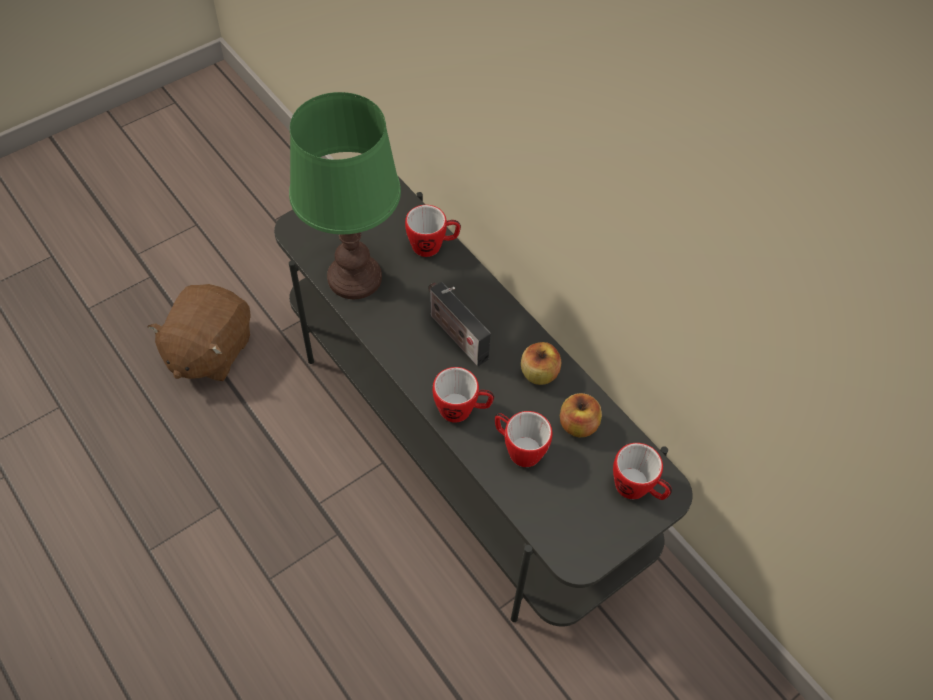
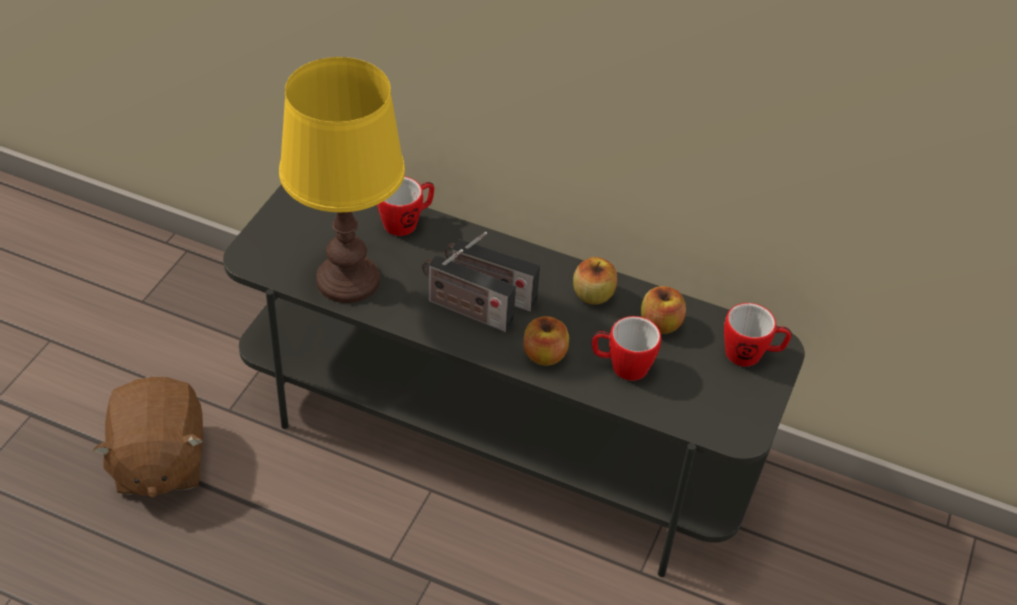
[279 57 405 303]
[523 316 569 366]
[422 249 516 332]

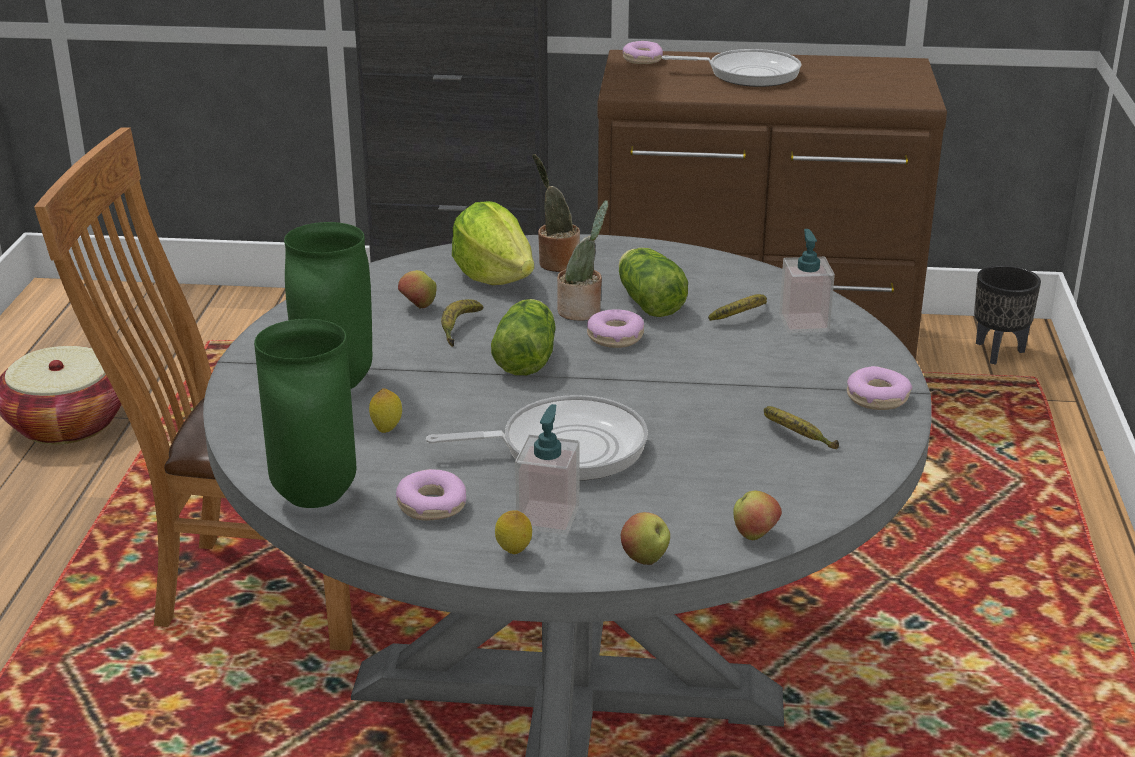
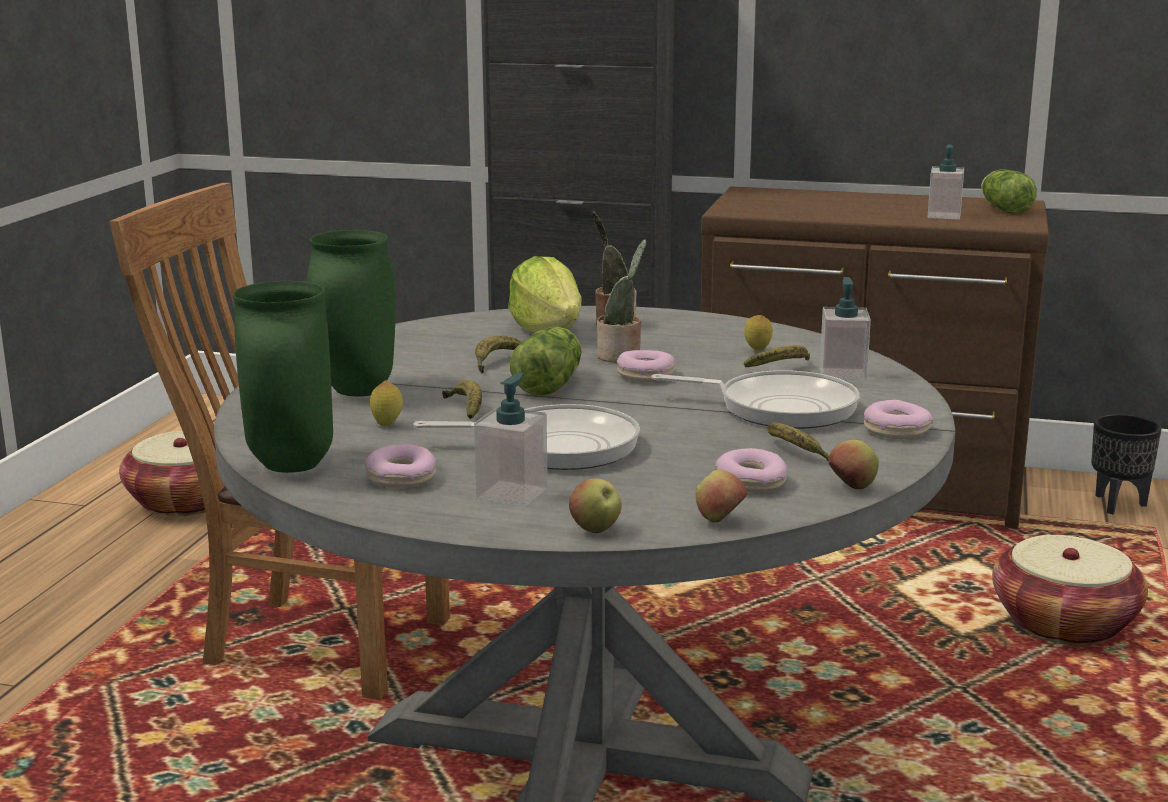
[828 440 879 489]
[744 315 773 351]
[981 169 1037 214]
[716 448 787 492]
[652 370 860 429]
[442 380 482 419]
[928 145 964 220]
[992 535 1148 645]

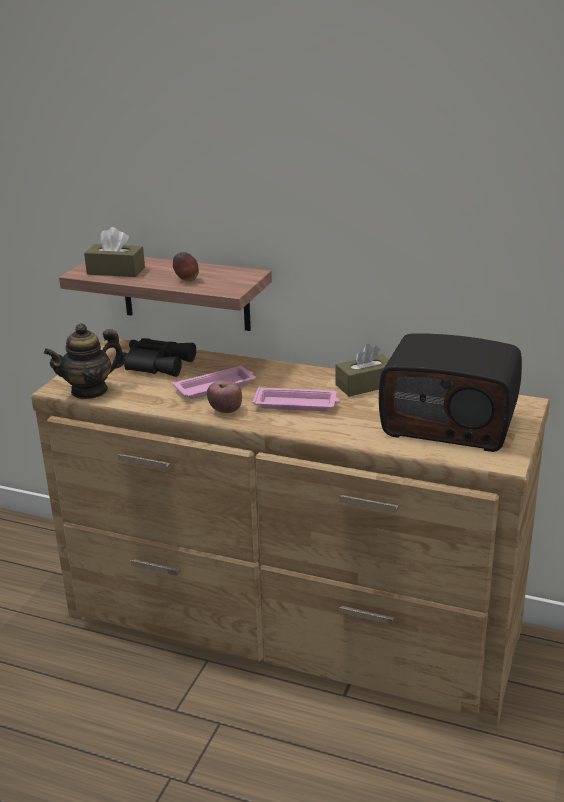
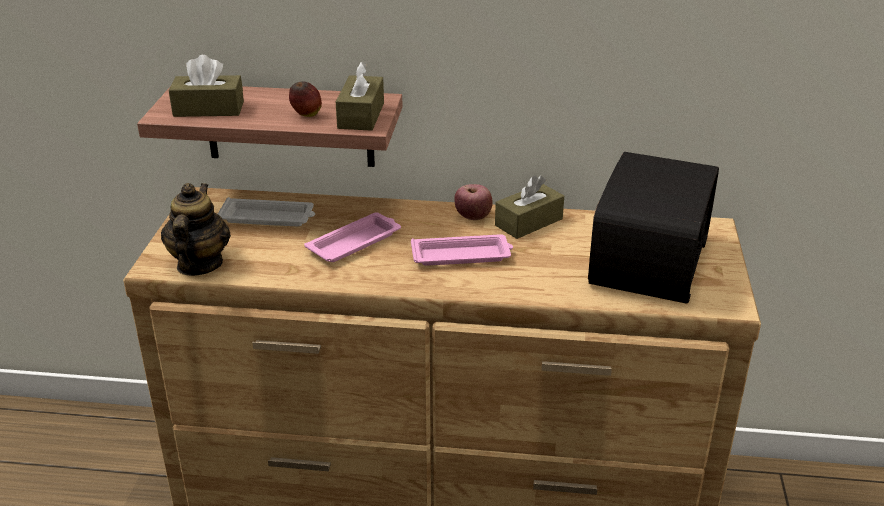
[161 183 231 276]
[218 197 315 226]
[454 184 493 220]
[588 152 719 304]
[336 62 384 131]

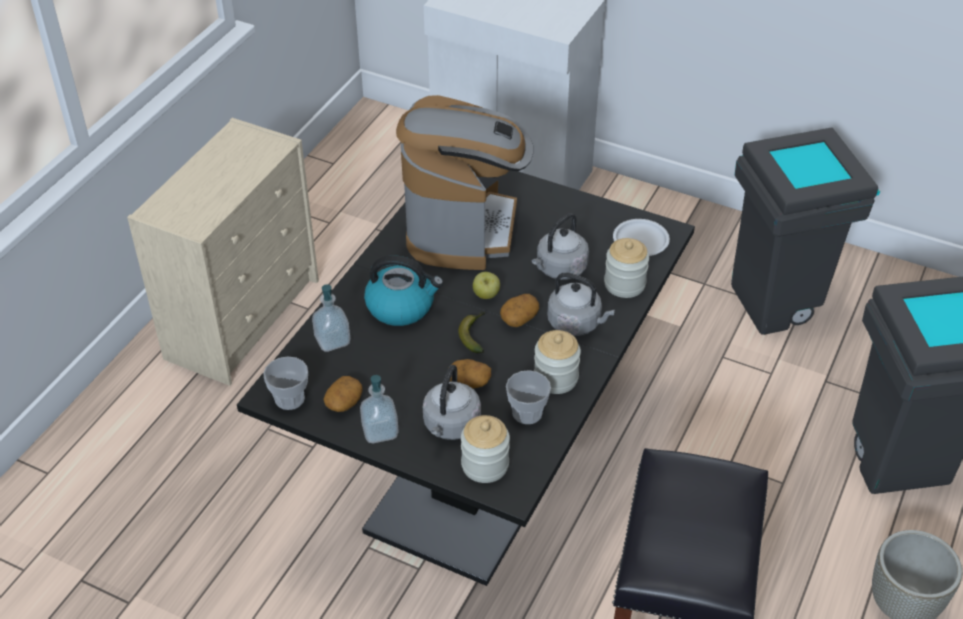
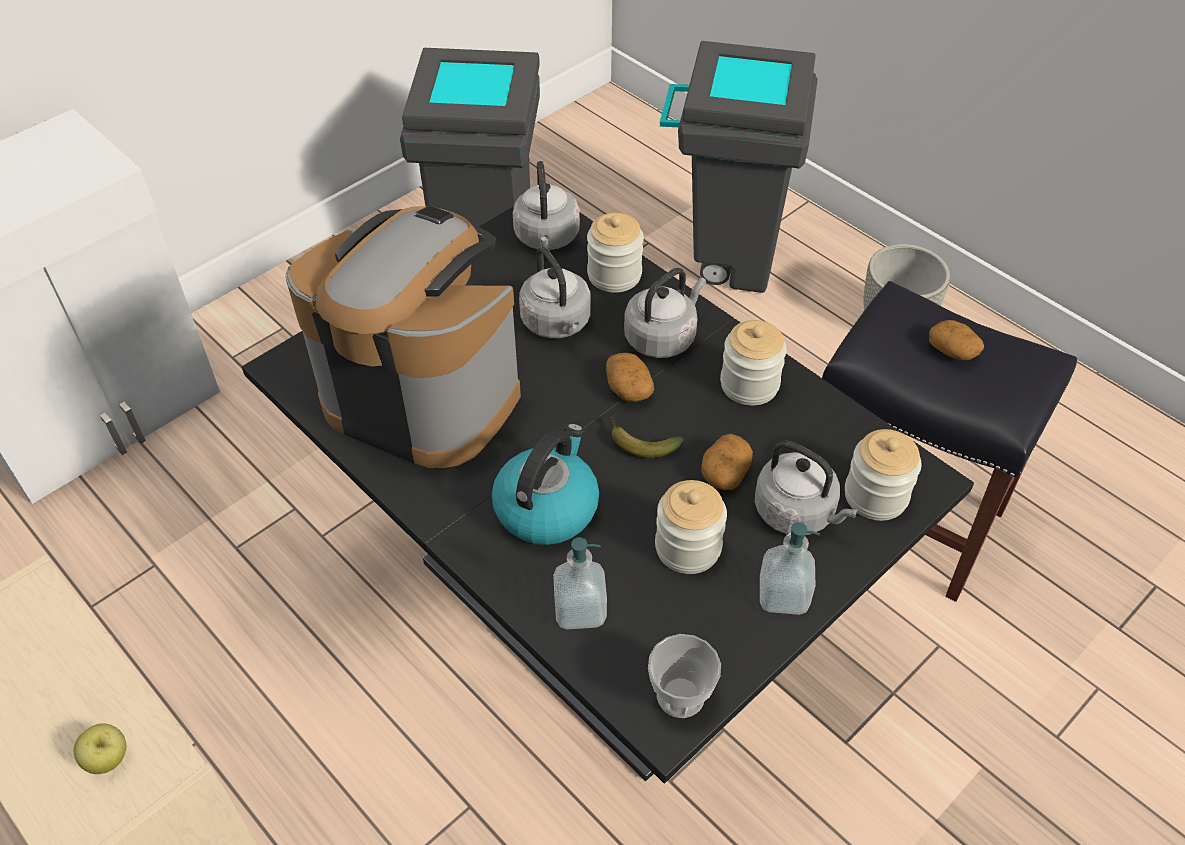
[929 320 984 360]
[74 723 126 774]
[506 370 551 424] (first image)
[513 161 580 250]
[655 480 727 574]

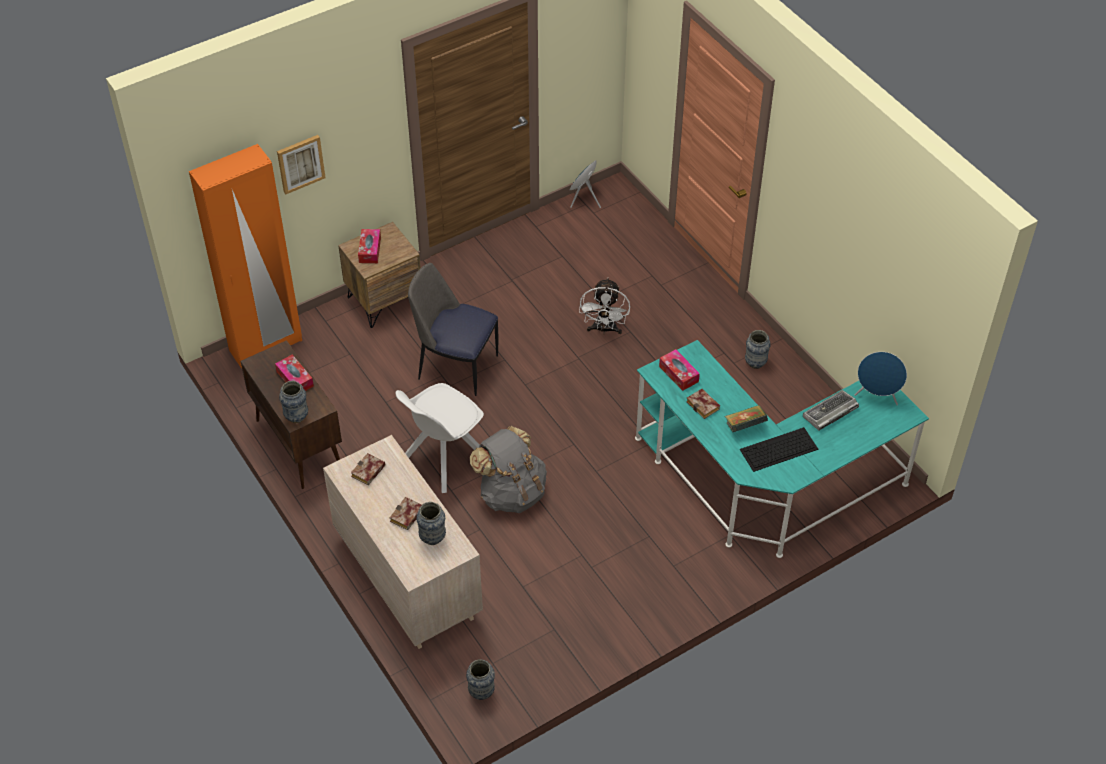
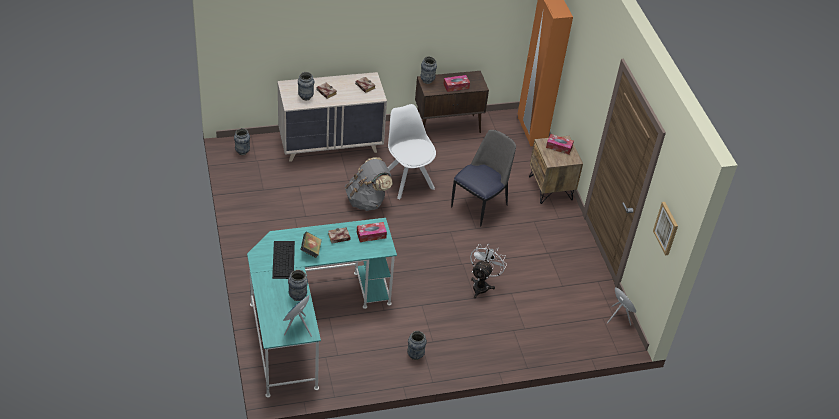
[653 202 678 255]
[470 243 507 298]
[288 270 308 301]

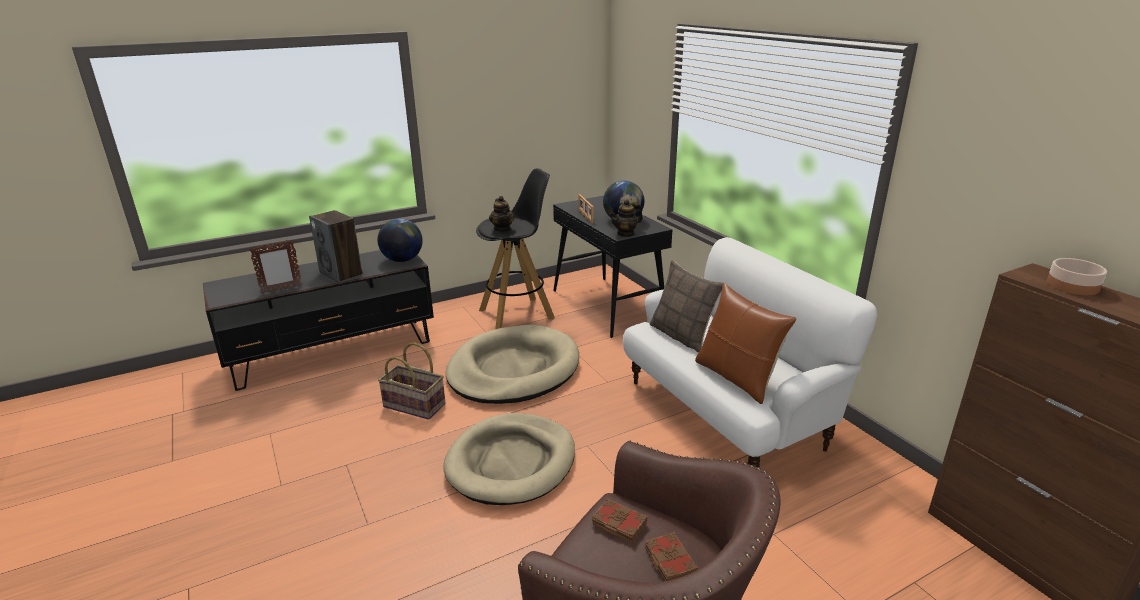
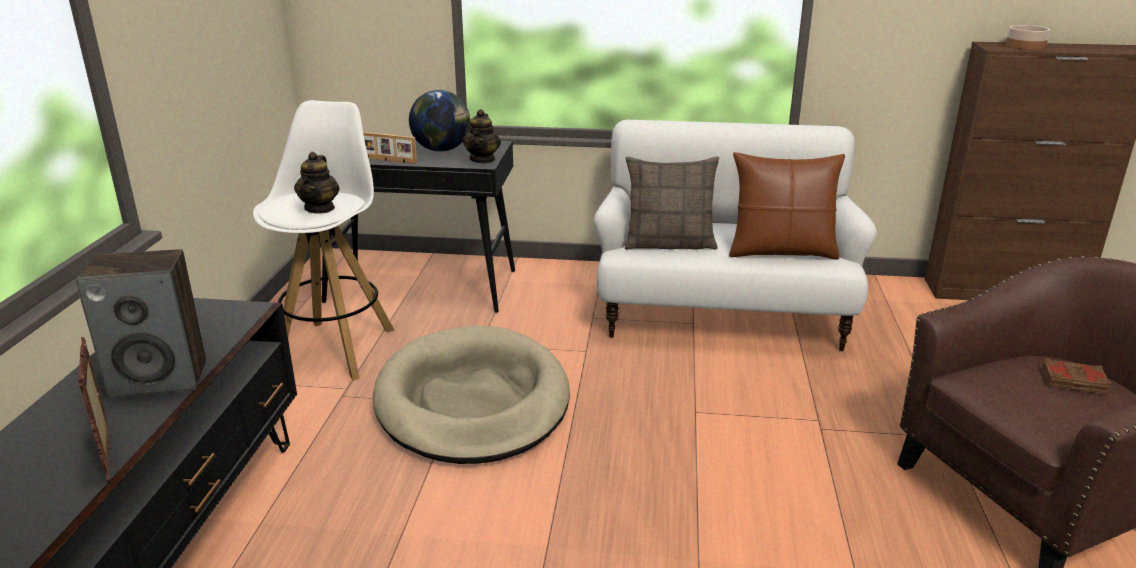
[78 337 111 482]
[378 218 423 262] (first image)
[378 342 445 420] (first image)
[443 413 575 505] (first image)
[253 100 394 381]
[294 152 339 214]
[592 498 647 543] (first image)

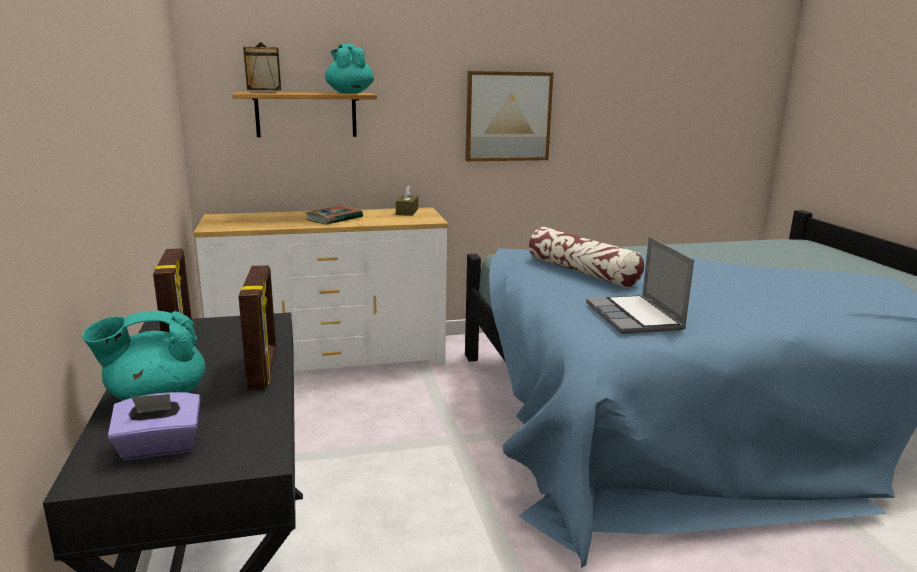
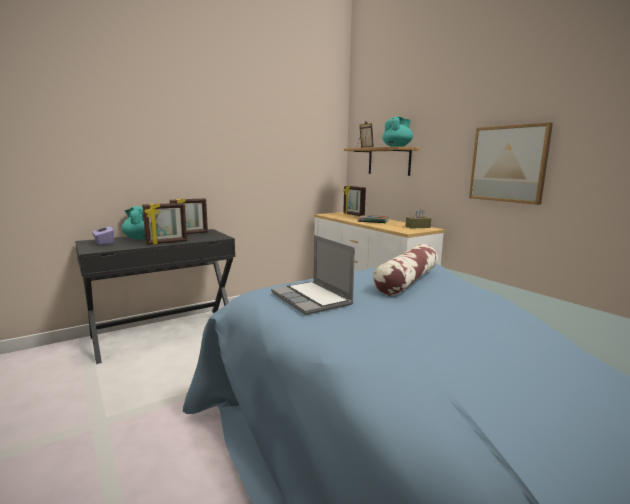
[271 235 355 315]
[343 185 366 216]

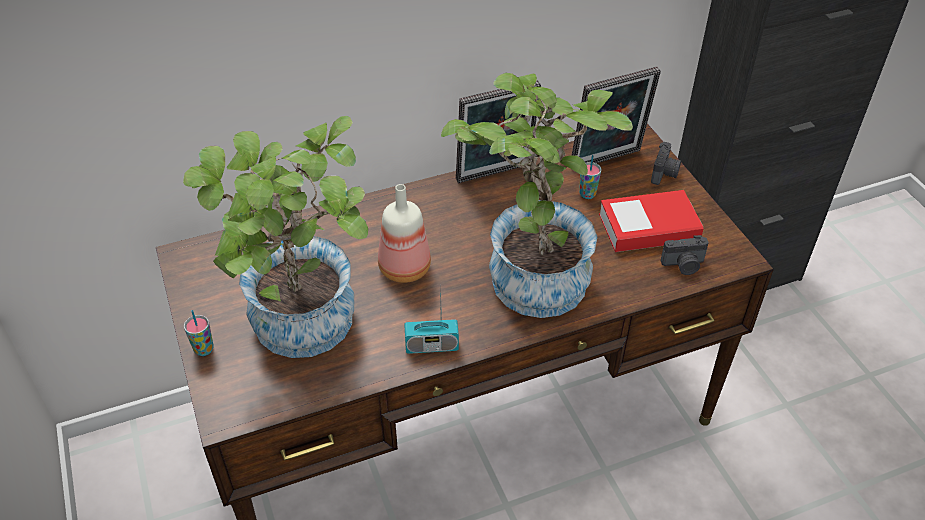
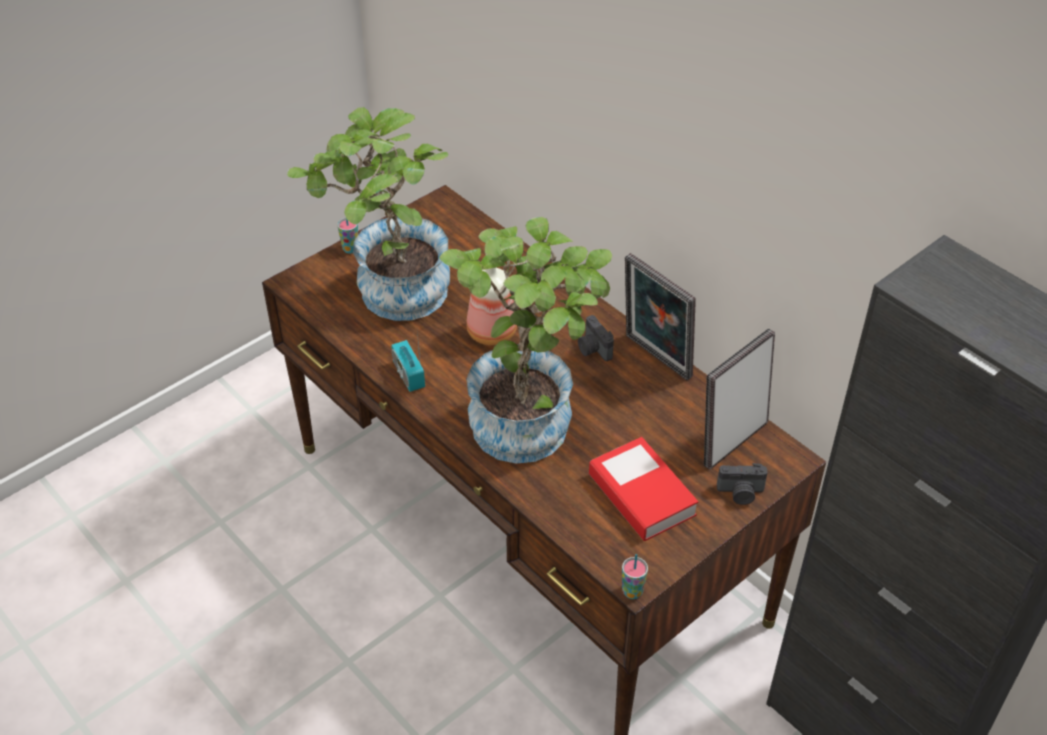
[704 329 775 469]
[622 554 648 599]
[578 315 614 361]

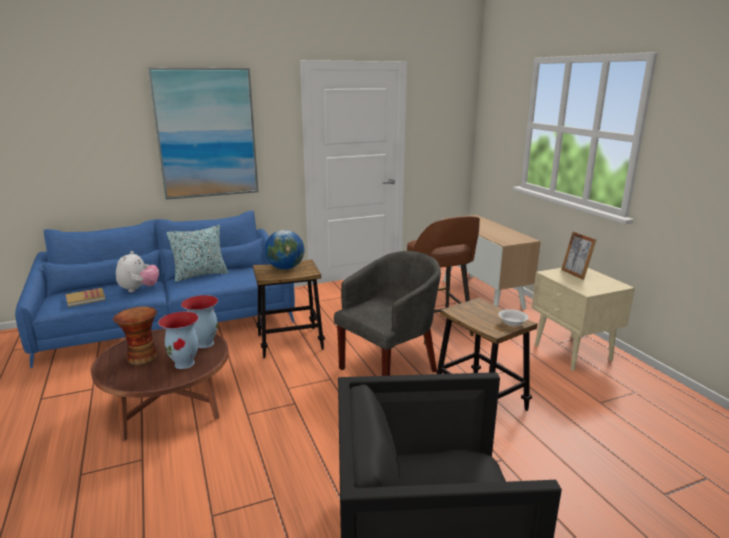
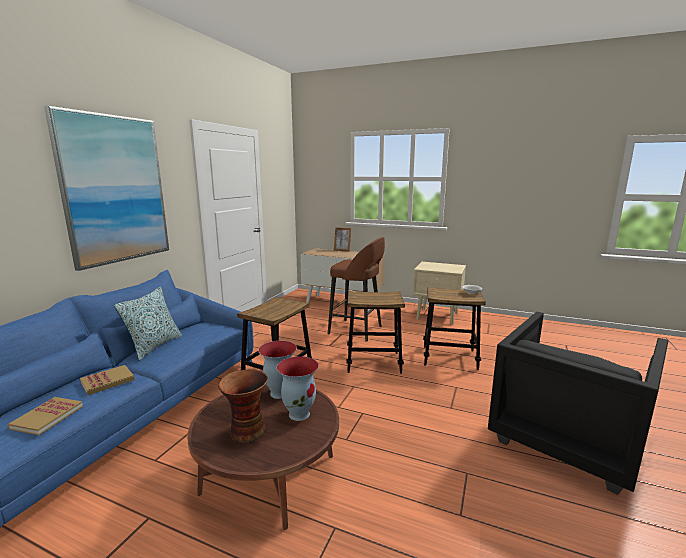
[80 365 135 395]
[264 230 305 270] (first image)
[346 291 405 374]
[334 227 351 252]

